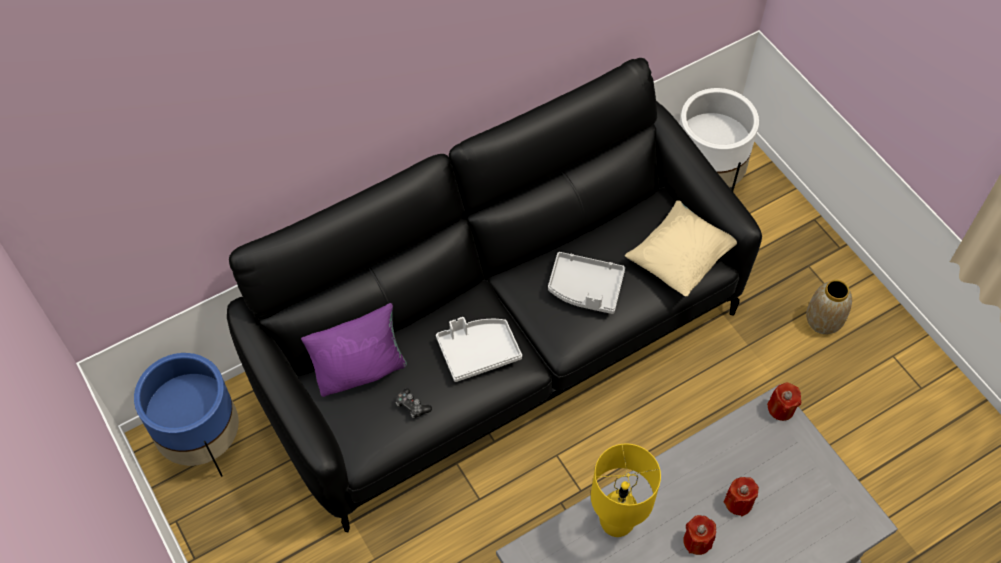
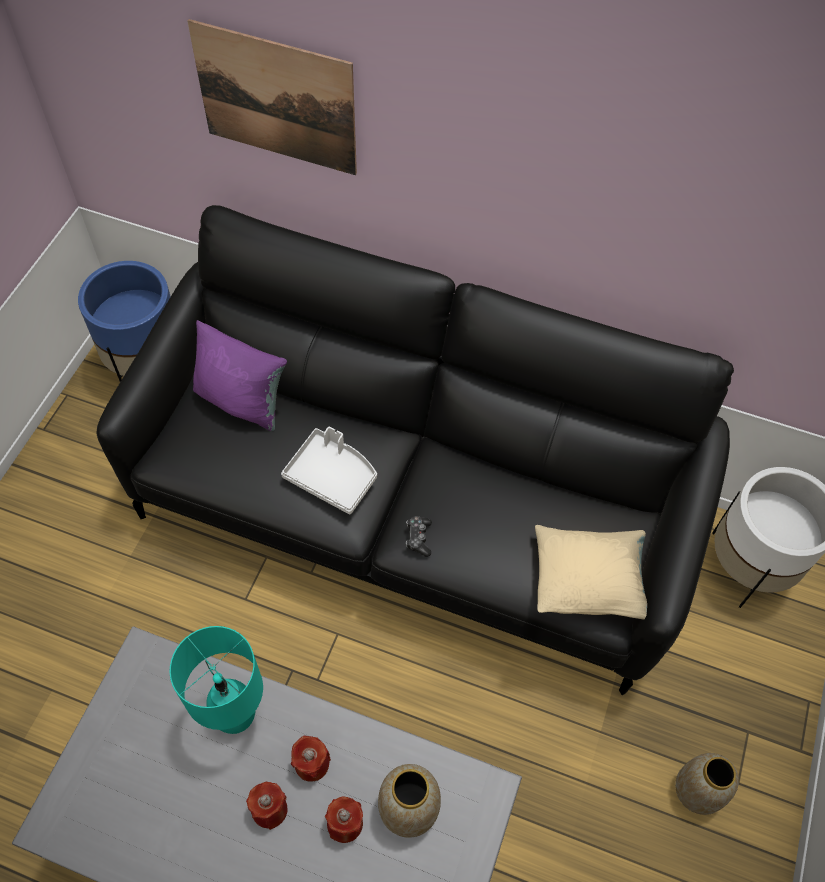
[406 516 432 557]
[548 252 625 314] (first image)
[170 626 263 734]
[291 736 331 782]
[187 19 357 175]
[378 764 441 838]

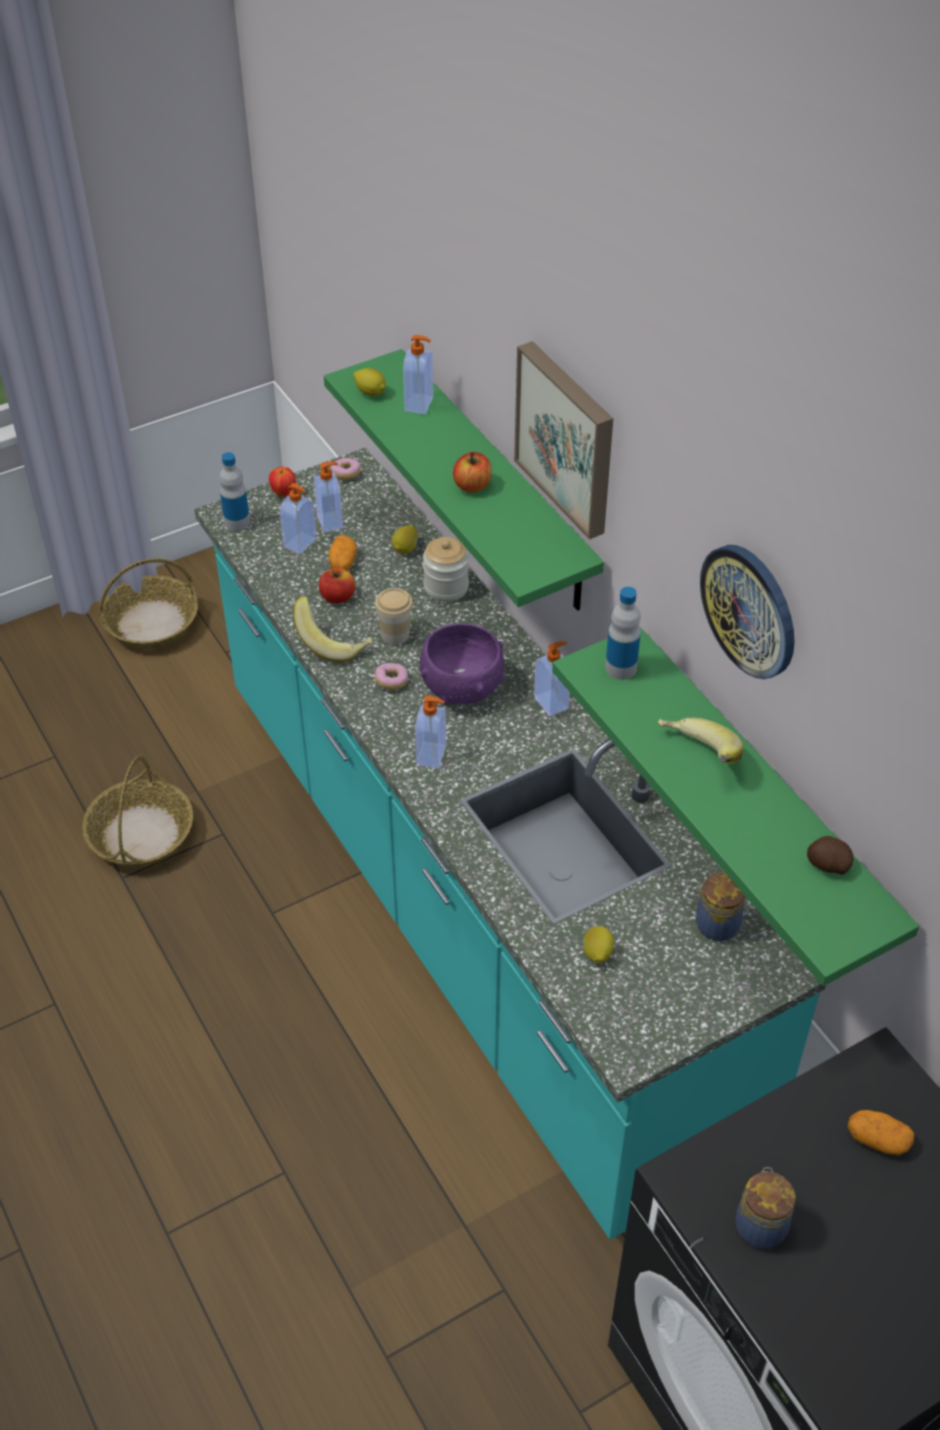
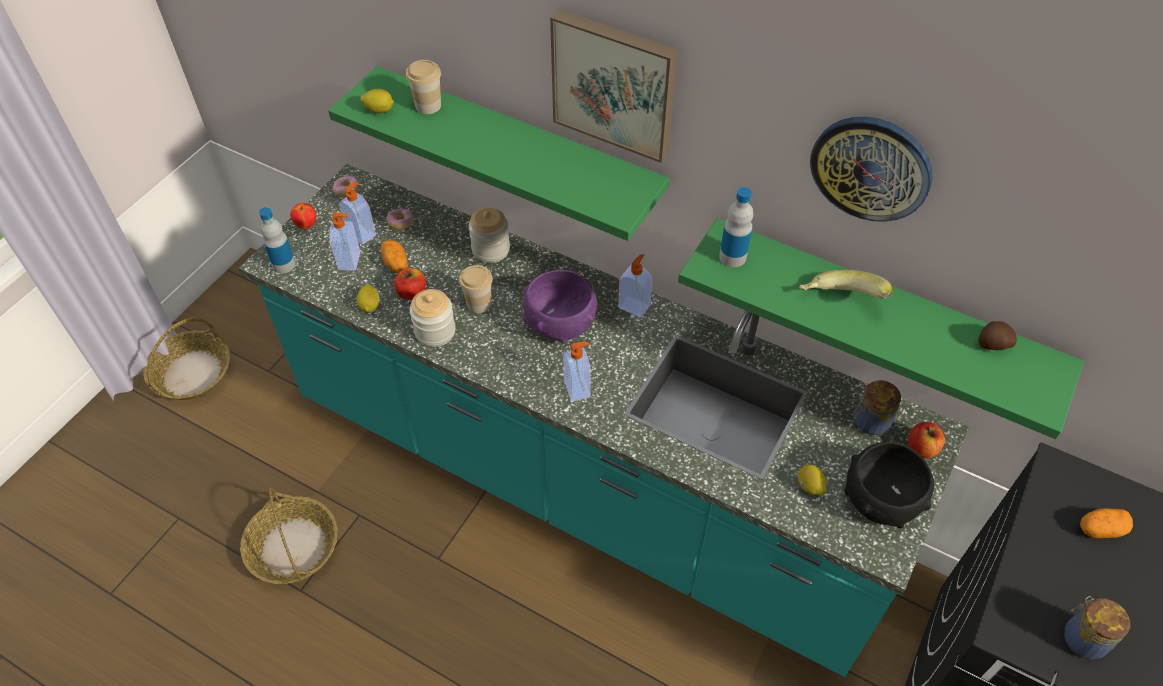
[409 289 455 347]
[386 208 414 230]
[356 284 380 313]
[406 60 441 114]
[909 422 945 459]
[844 442 934 528]

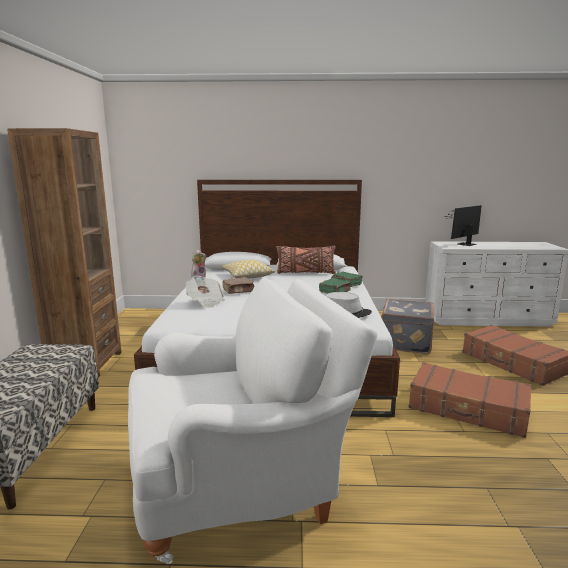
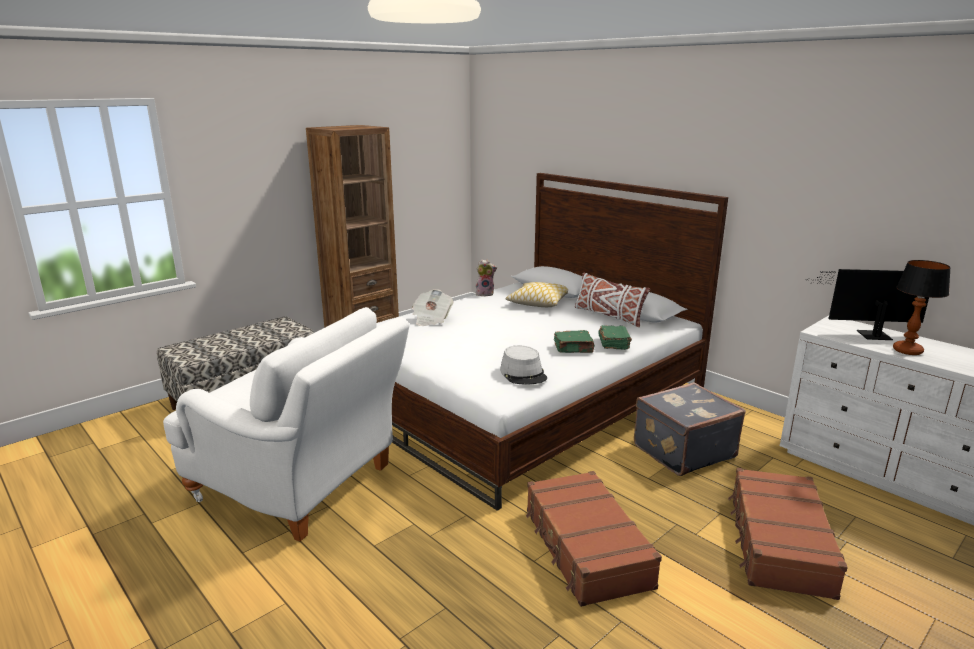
[222 277 254 294] (first image)
[575 273 650 327]
[893 260 951 355]

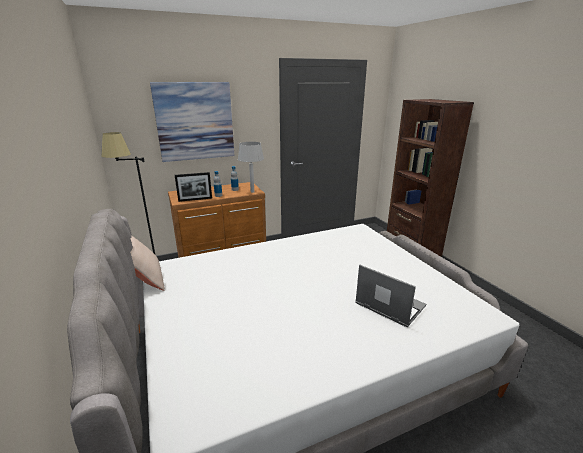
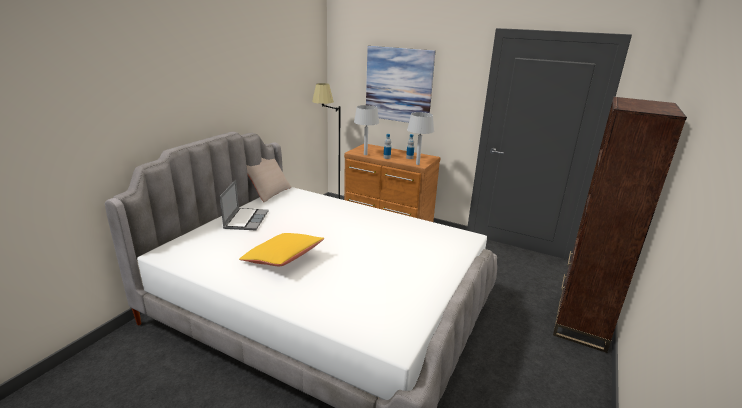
[354 105 379 155]
[220 180 268 231]
[239 233 324 266]

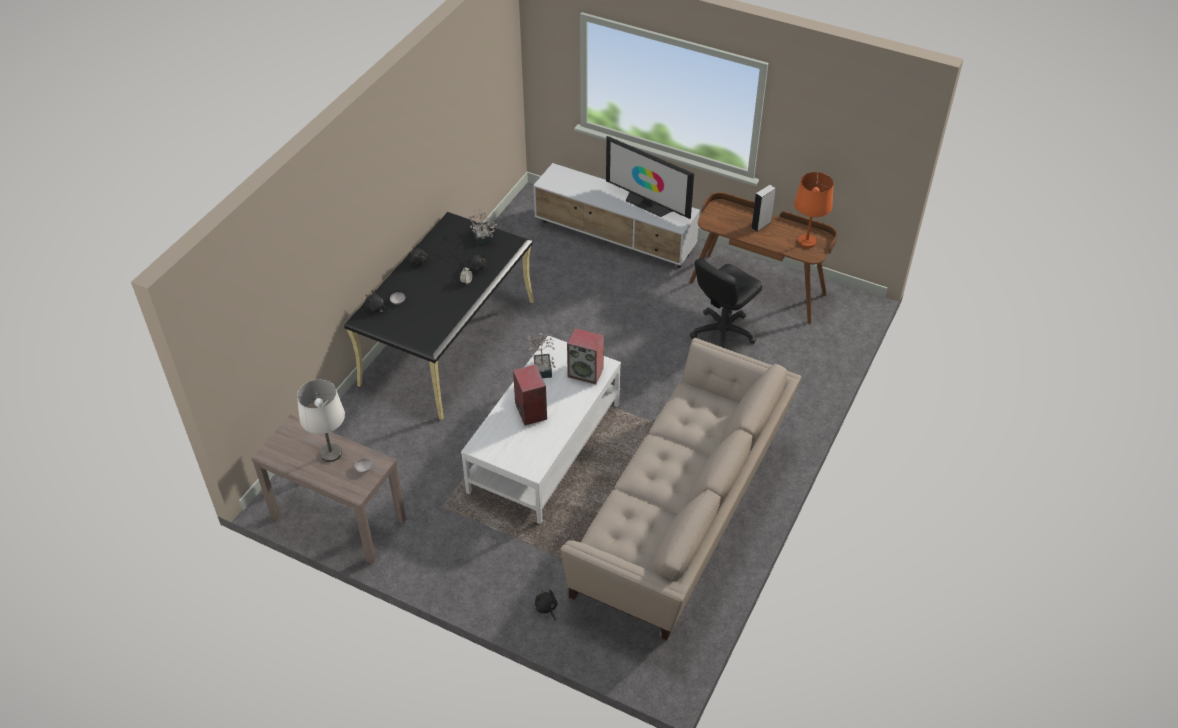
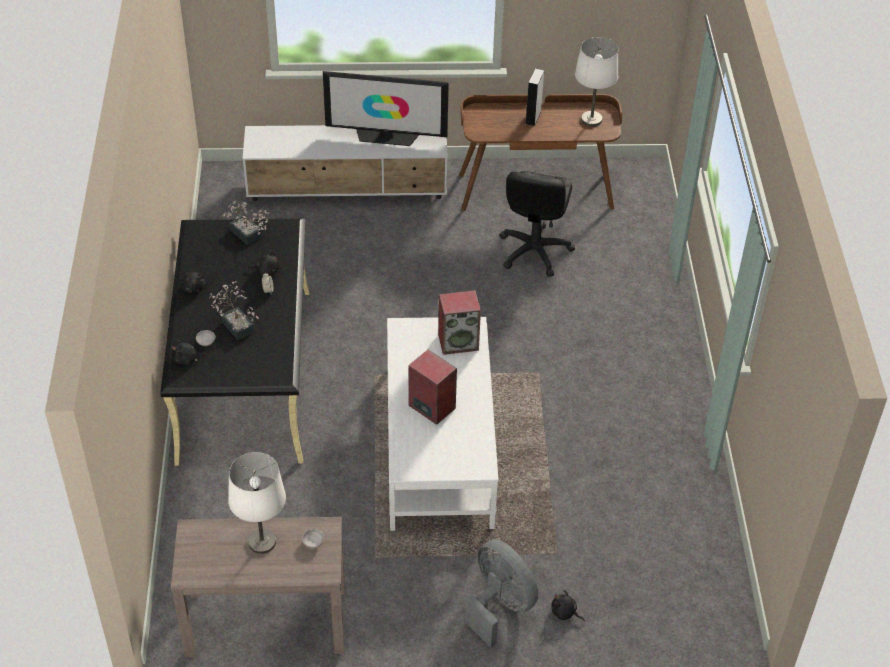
[210 281 259 340]
[560 338 802 640] (first image)
[575 37 618 127]
[465 539 538 648]

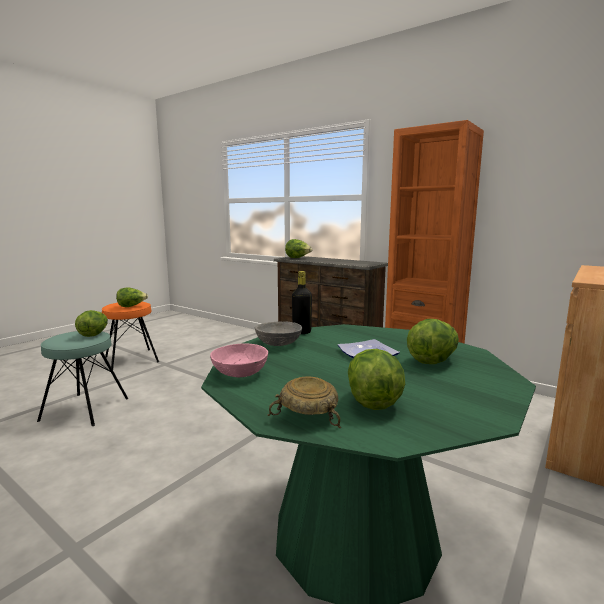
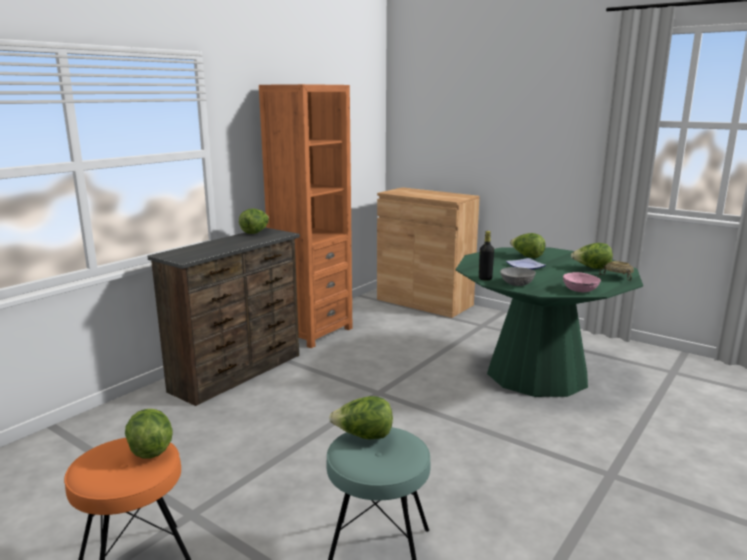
[239 209 269 234]

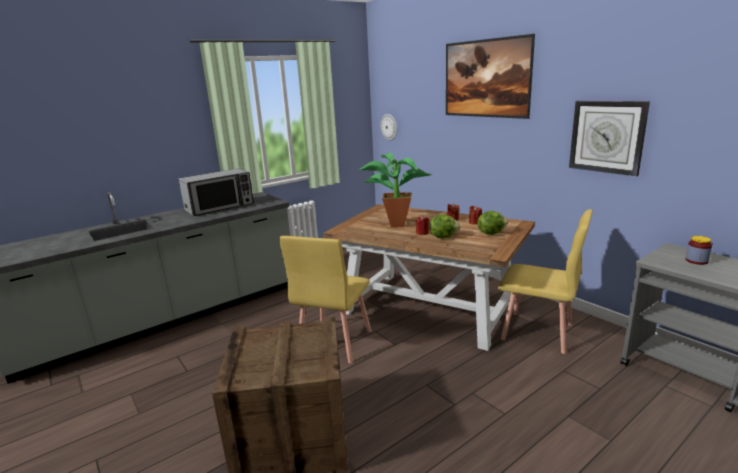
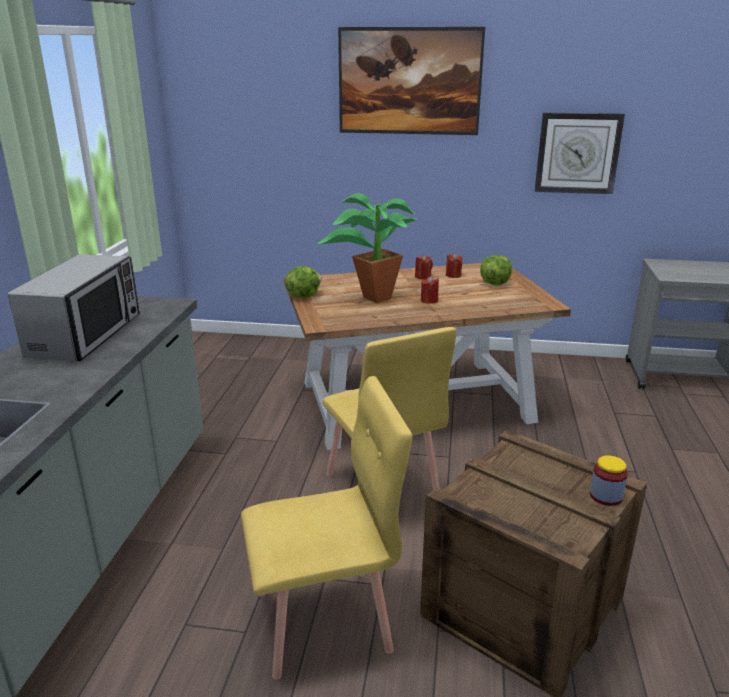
[380 114 397 141] (first image)
[285 266 322 298]
[241 376 412 680]
[590 455 628 506]

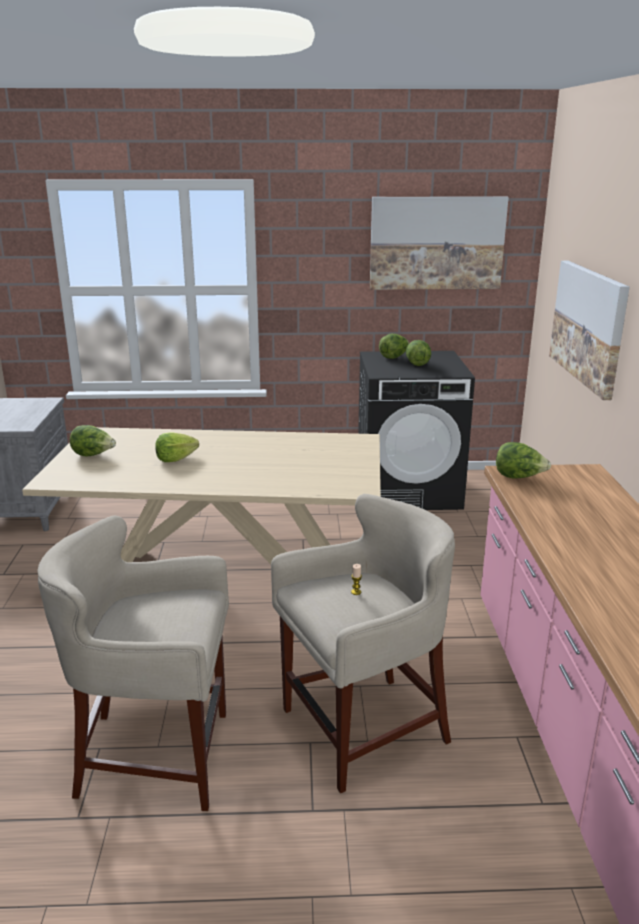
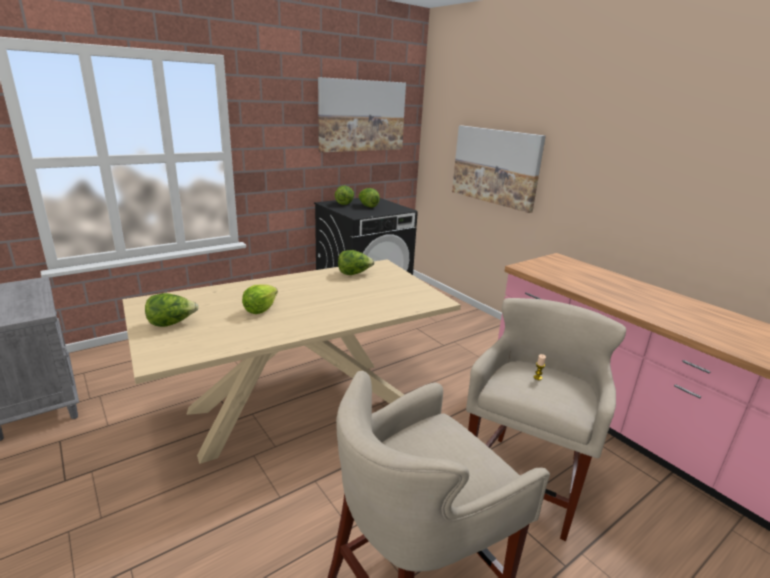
[338 250 375 275]

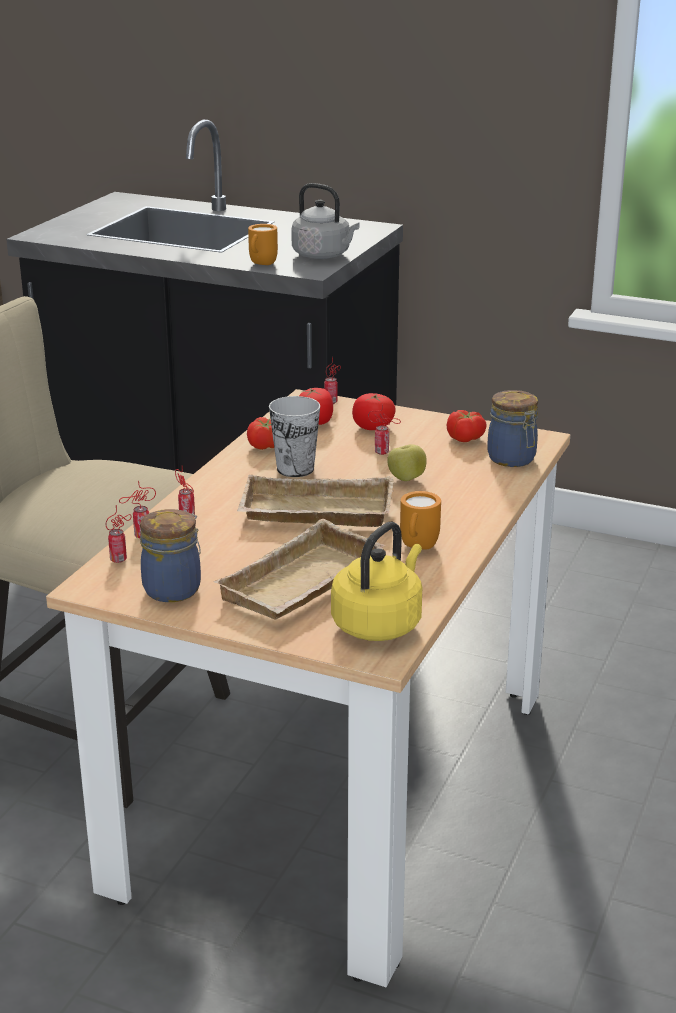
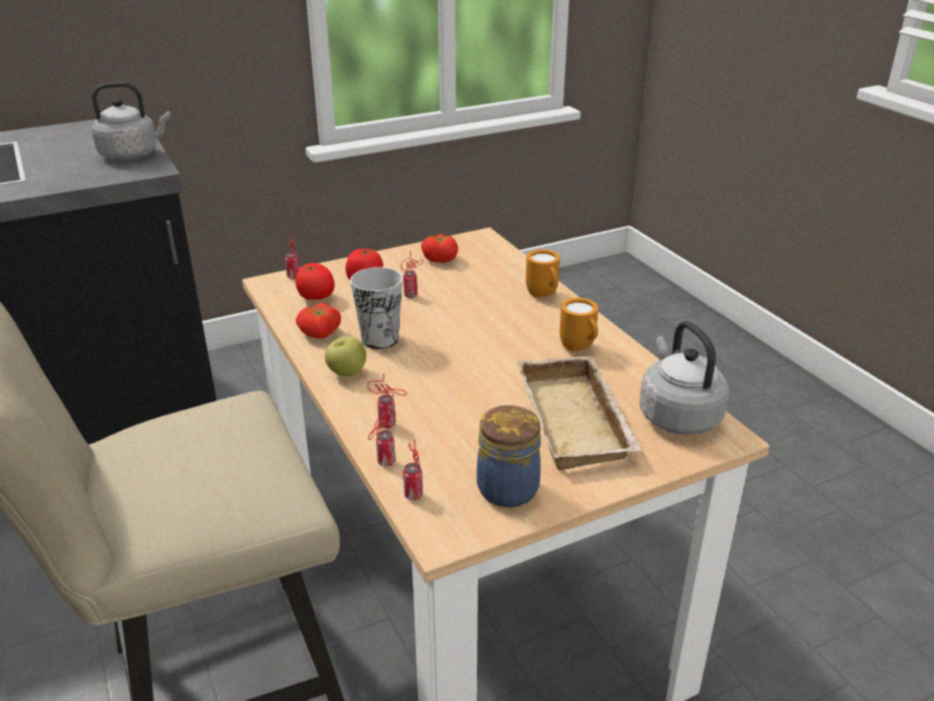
[237 475 394 527] (first image)
[526 249 560 297]
[640 321 729 435]
[325 336 366 376]
[487 390 538 467] (first image)

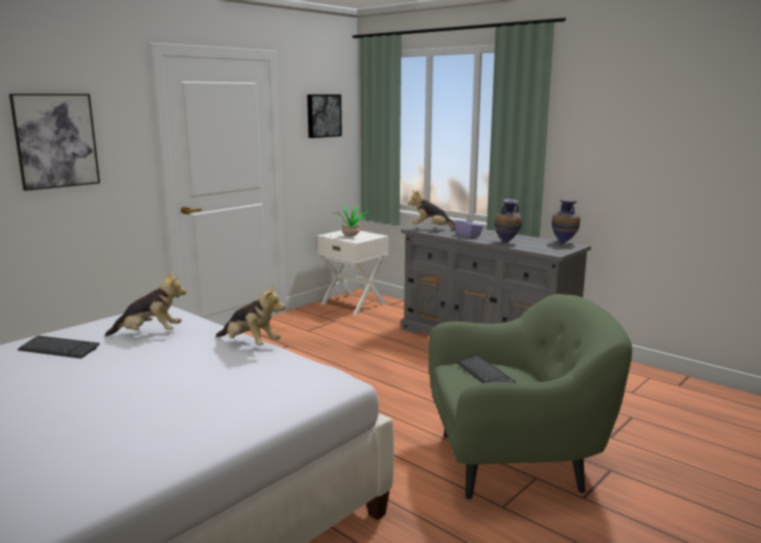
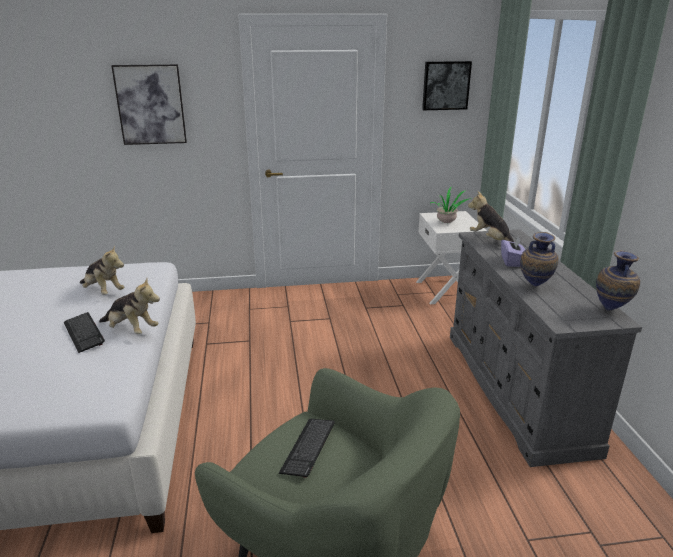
[64 312 105 353]
[99 278 160 334]

